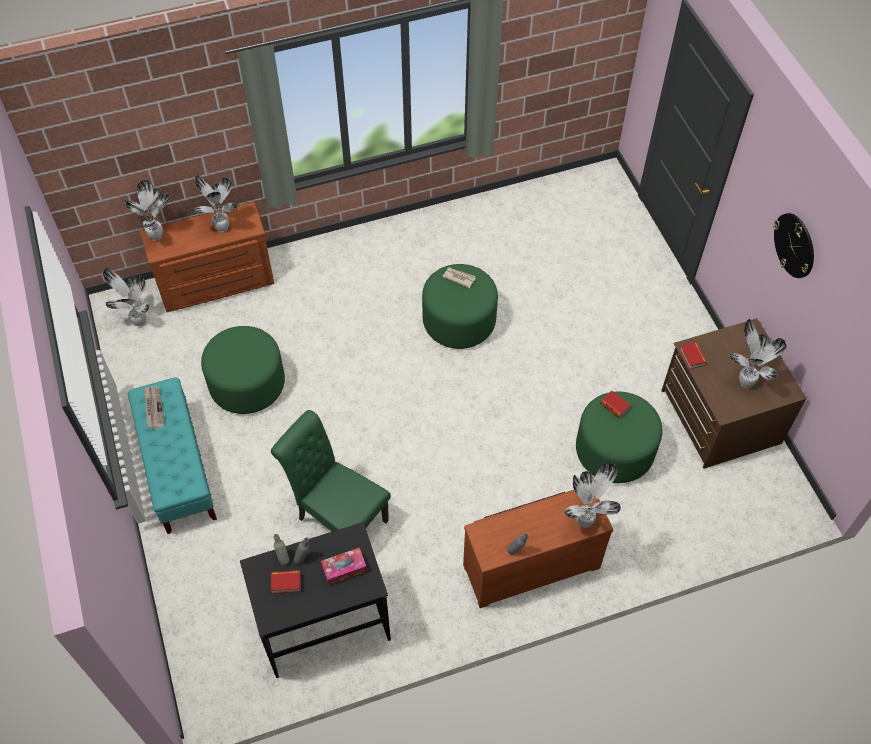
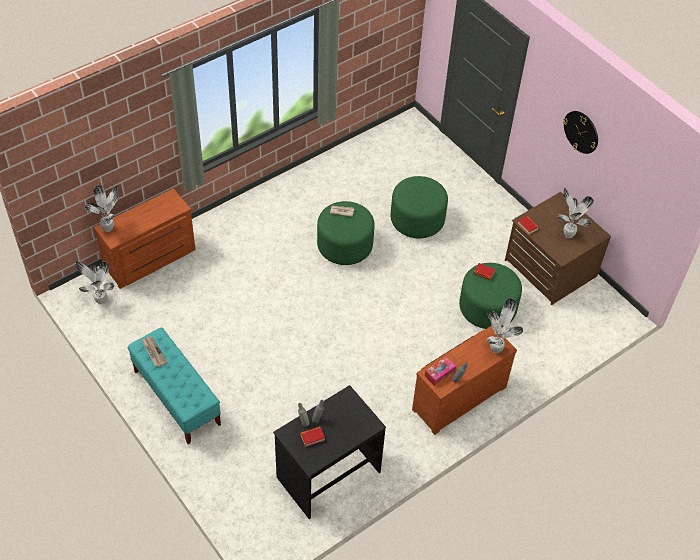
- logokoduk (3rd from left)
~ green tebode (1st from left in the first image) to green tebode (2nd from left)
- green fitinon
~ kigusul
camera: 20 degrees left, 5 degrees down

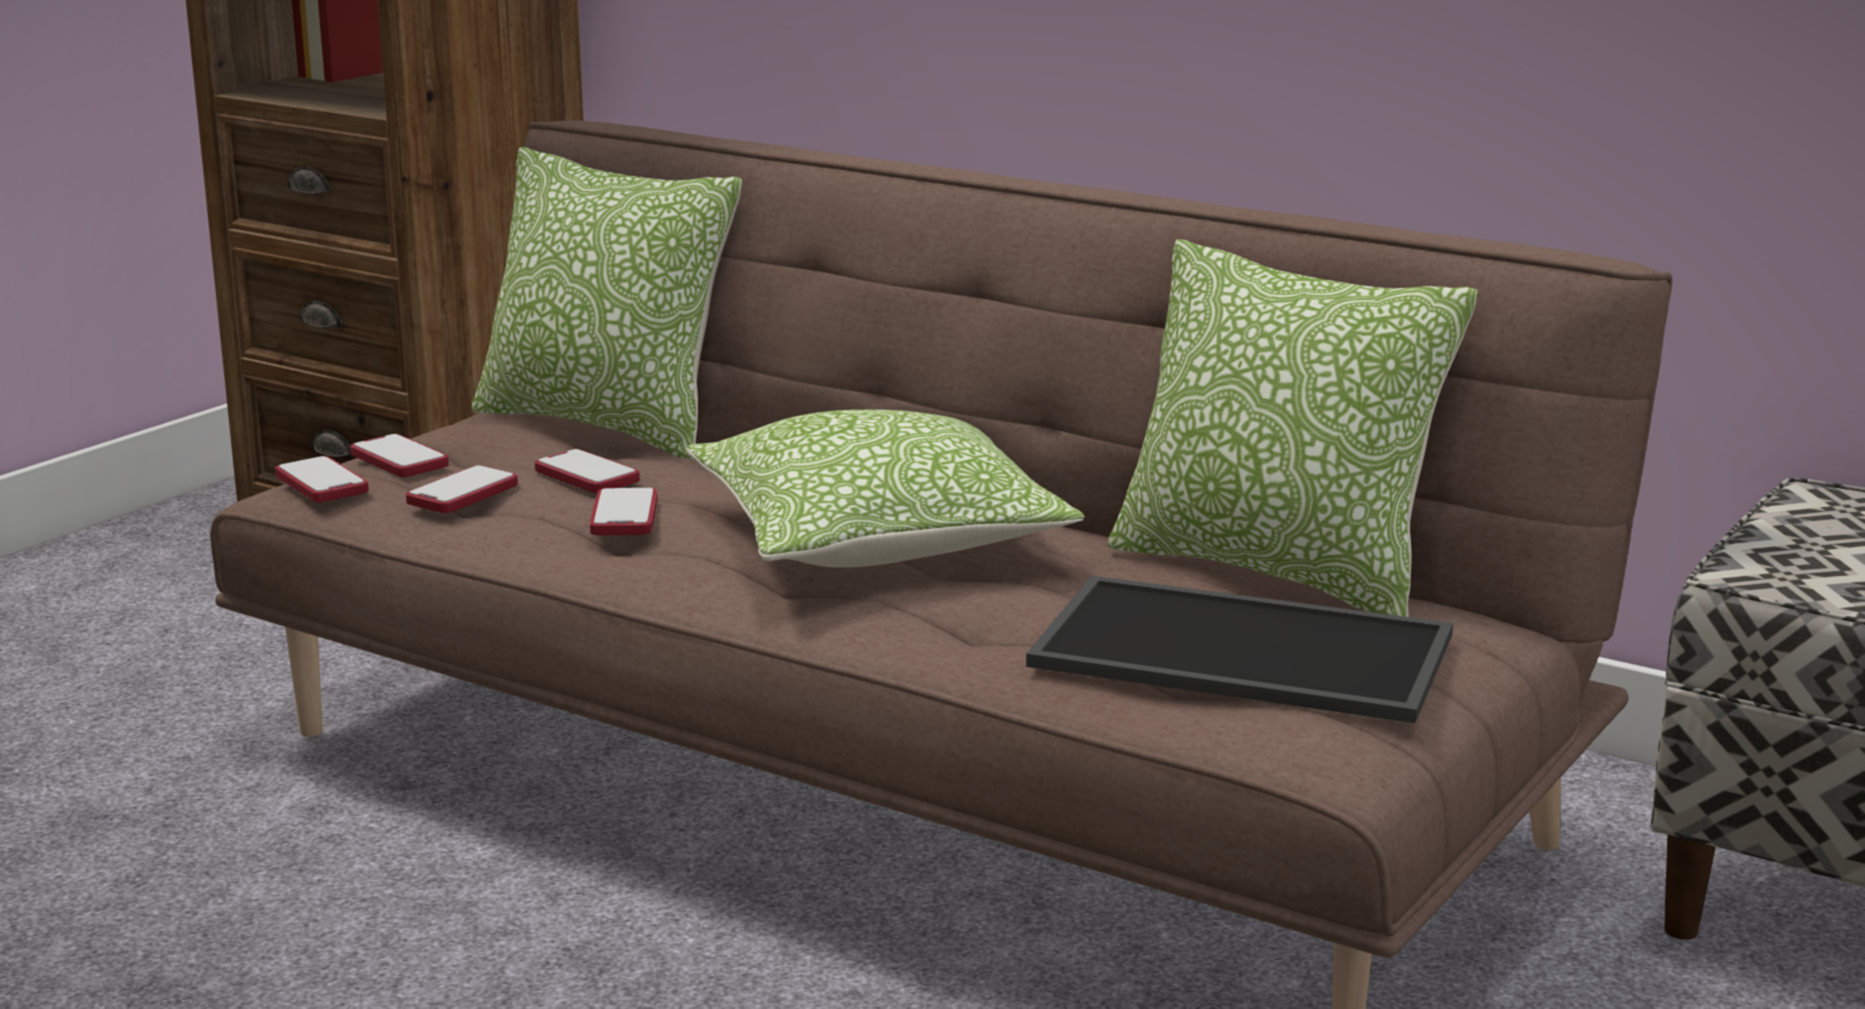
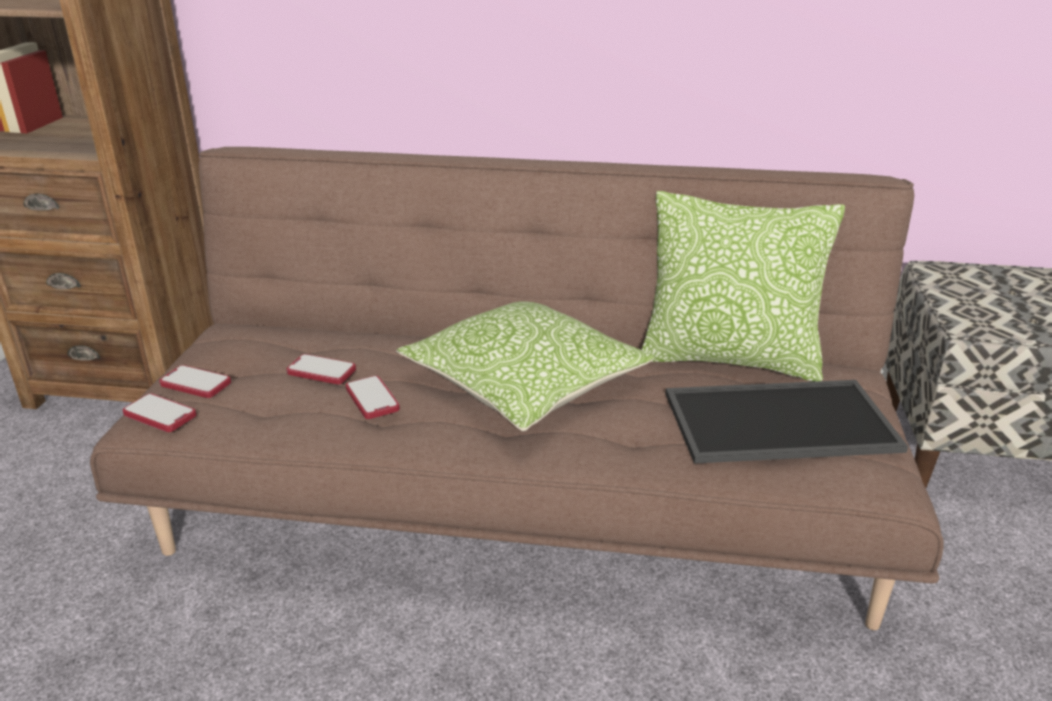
- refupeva (1st from left)
- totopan (3rd from left)
camera: 25 degrees left, 10 degrees up

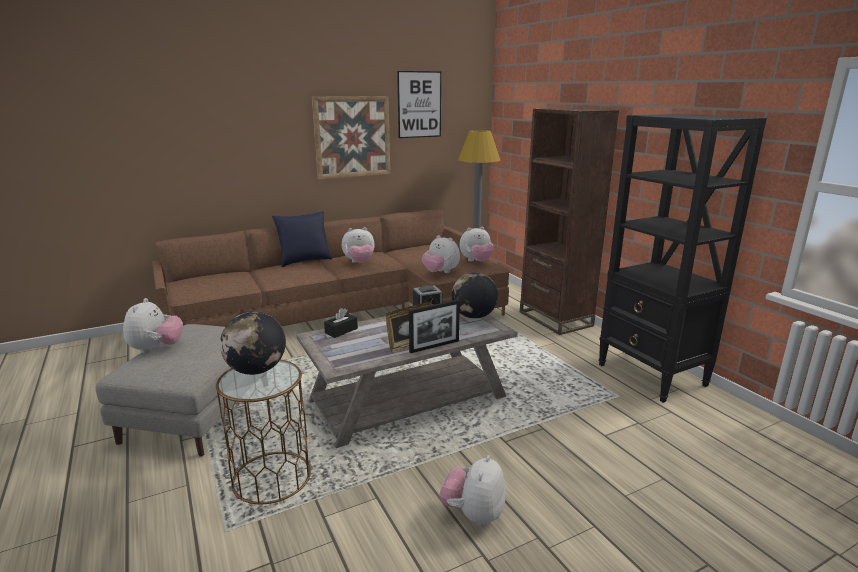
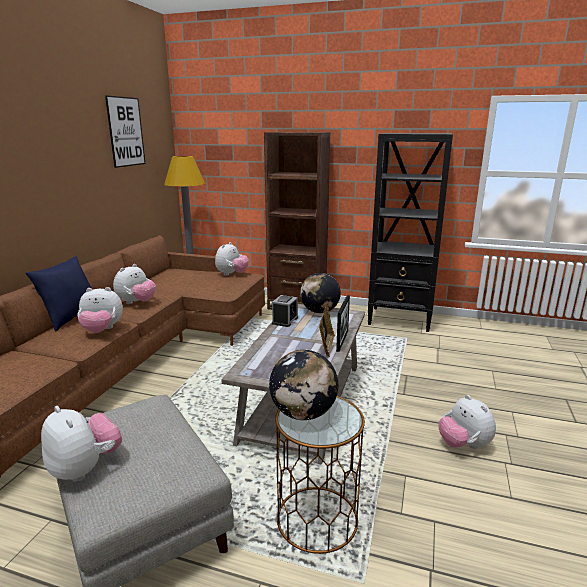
- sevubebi (1st from left)
~ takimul (3rd from left in the first image) to takimul (2nd from left)
- black kigusul
camera: 45 degrees left, 0 degrees up

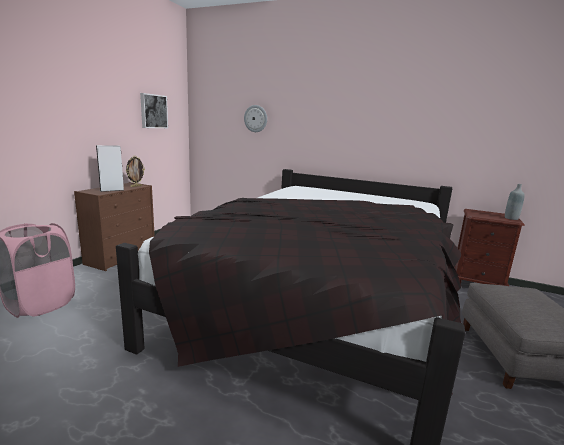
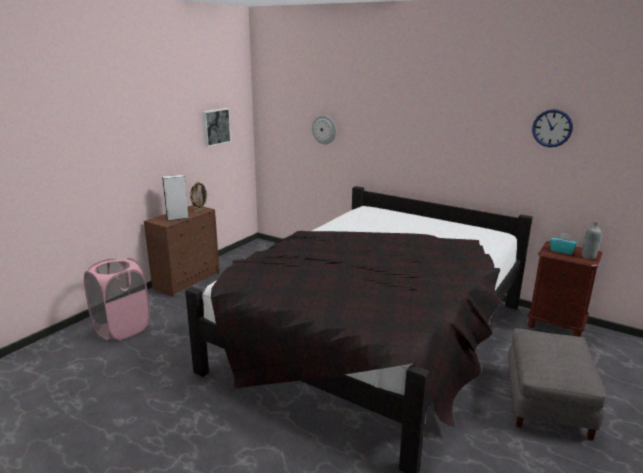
+ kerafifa (2nd from left)
+ turquoise kigusul
camera: 10 degrees right, 5 degrees up

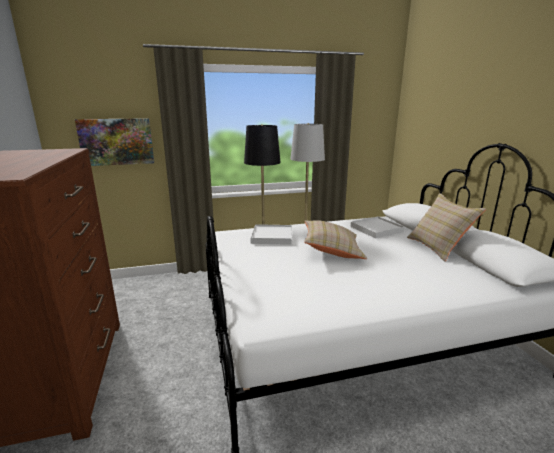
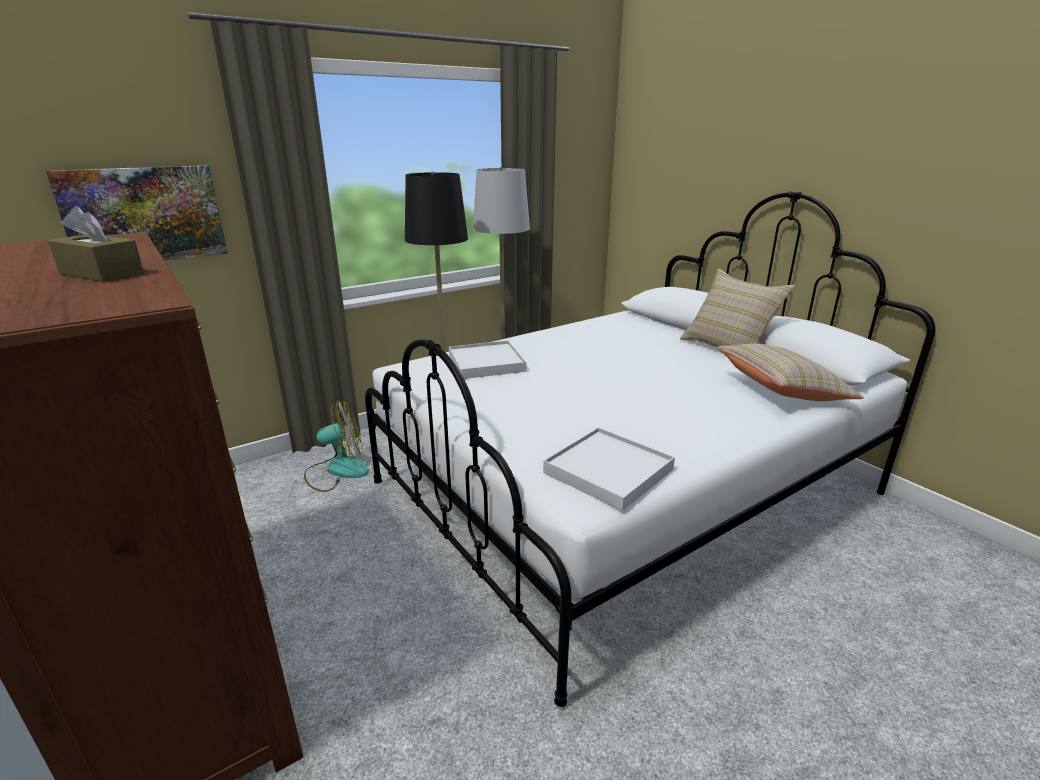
~ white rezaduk (2nd from left)
~ beige refupeva (1st from left in the first image) to beige refupeva (2nd from left)
+ brown kigusul
+ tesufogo
camera: 20 degrees left, 5 degrees up

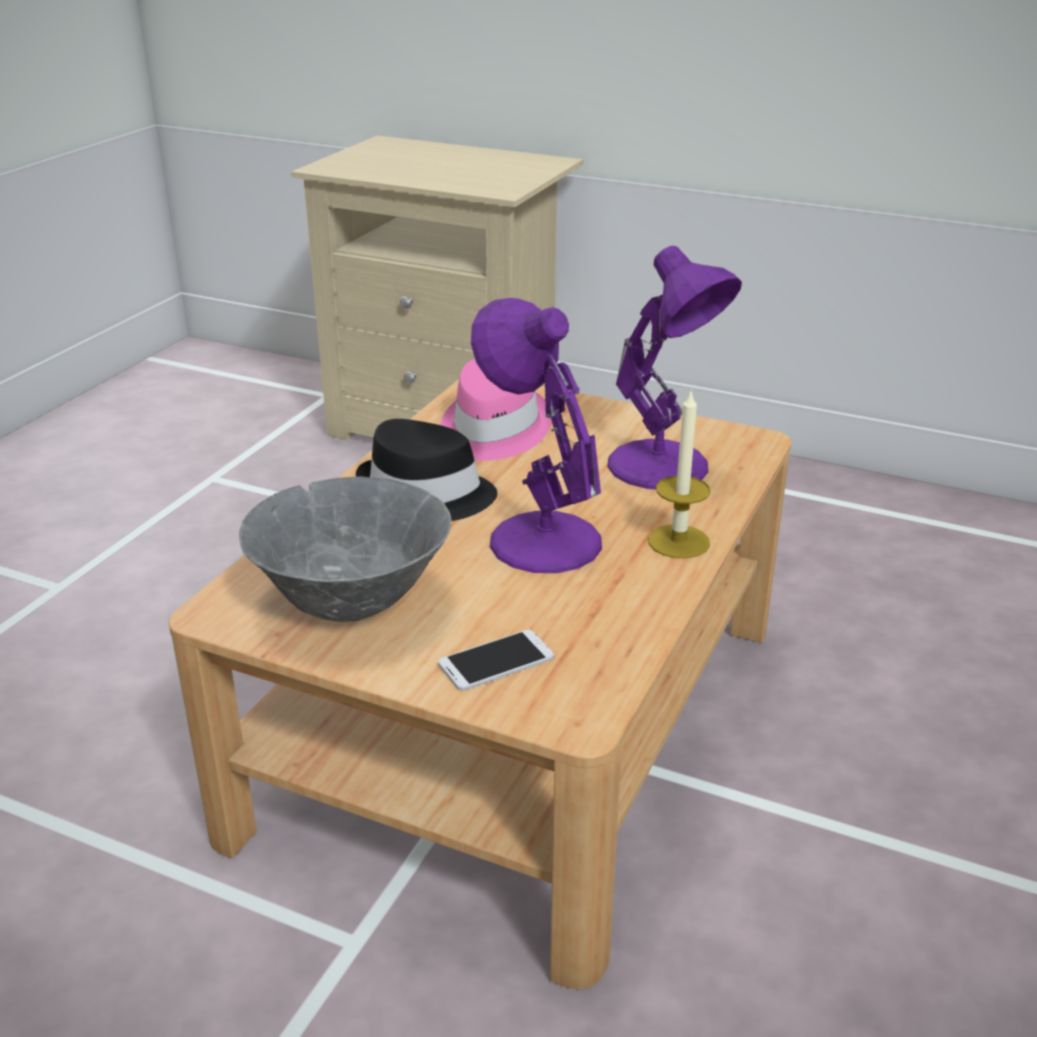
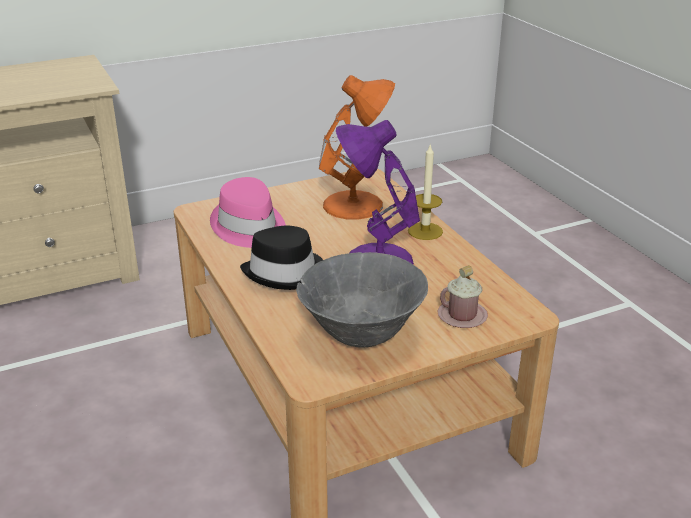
~ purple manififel (2nd from left) to orange manififel
~ totopan to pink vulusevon
camera: 50 degrees left, 0 degrees up

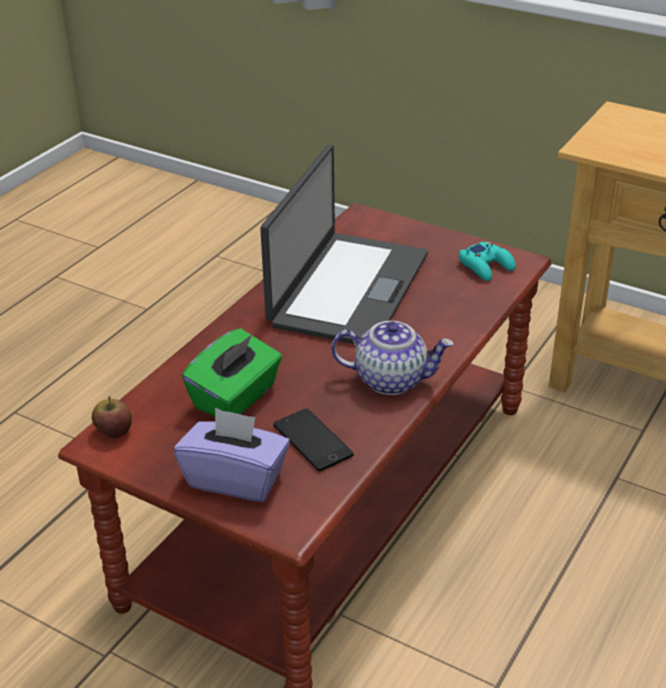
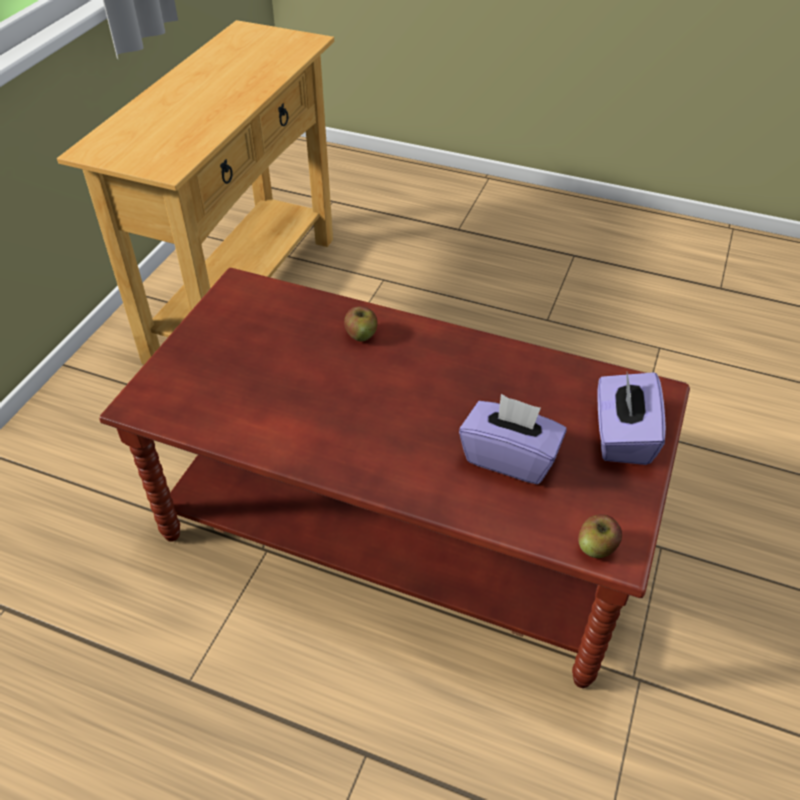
- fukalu
- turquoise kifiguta
- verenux
~ green kigusul to purple kigusul (1st from left)
- totopan
+ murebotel (1st from left)
camera: 100 degrees left, 10 degrees up

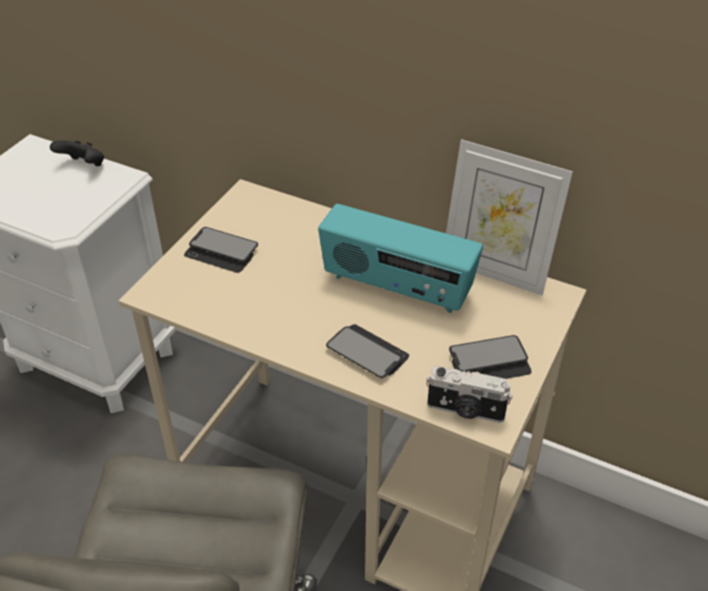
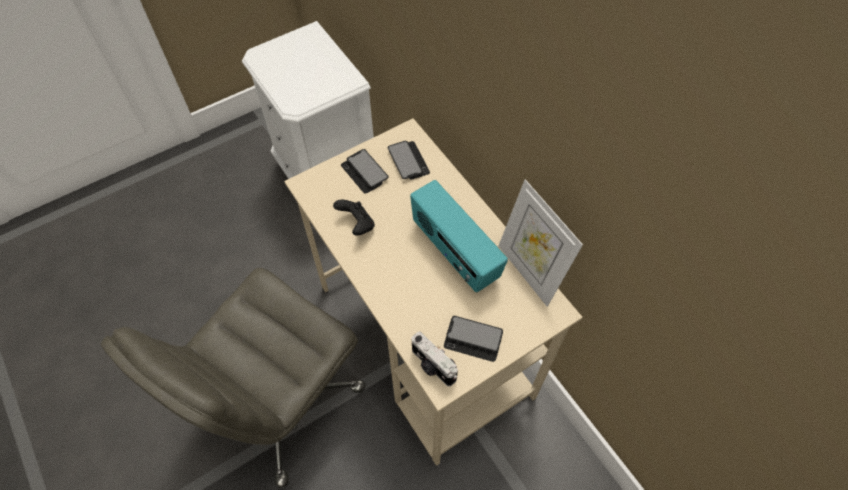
~ black kifiguta
~ totopan (2nd from left)
camera: 30 degrees right, 15 degrees up

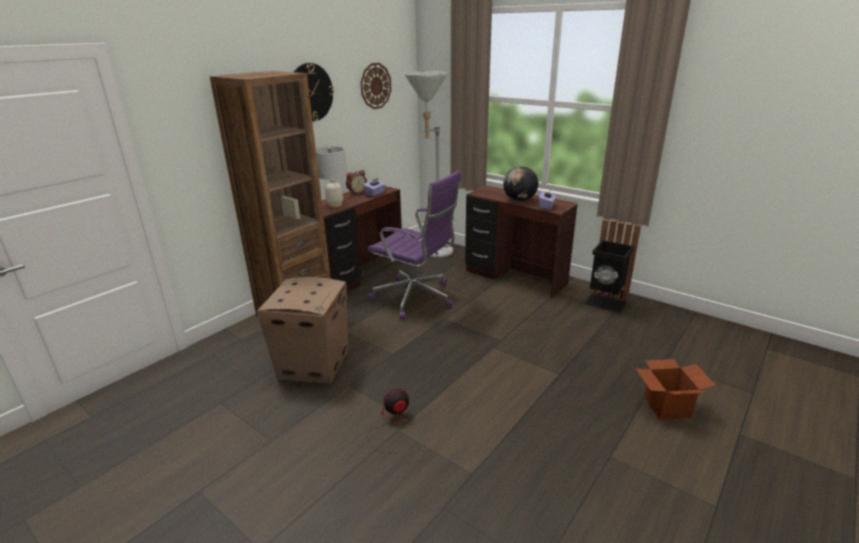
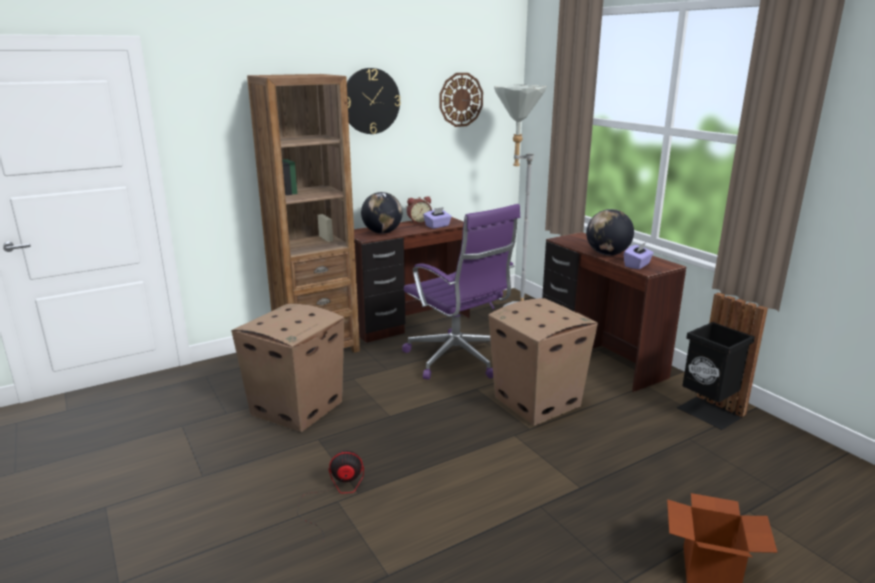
~ white manififel to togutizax (1st from left)
+ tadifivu (2nd from left)
camera: 20 degrees right, 5 degrees down

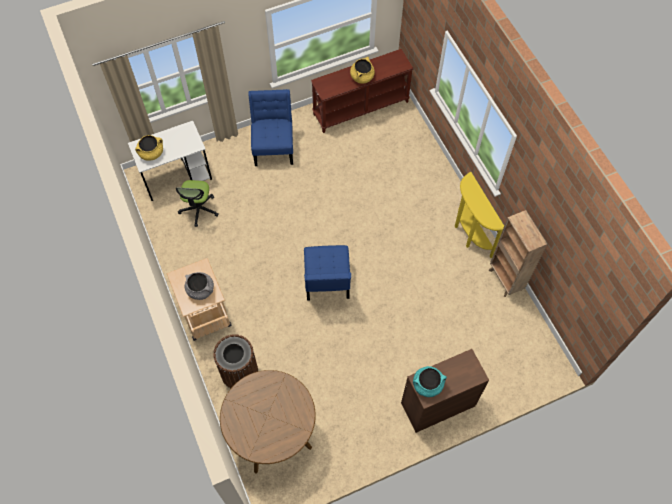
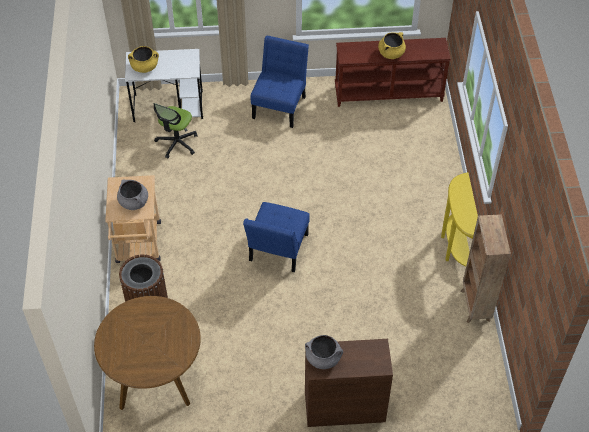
~ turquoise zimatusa to grey zimatusa (2nd from left)
camera: 20 degrees right, 10 degrees down

